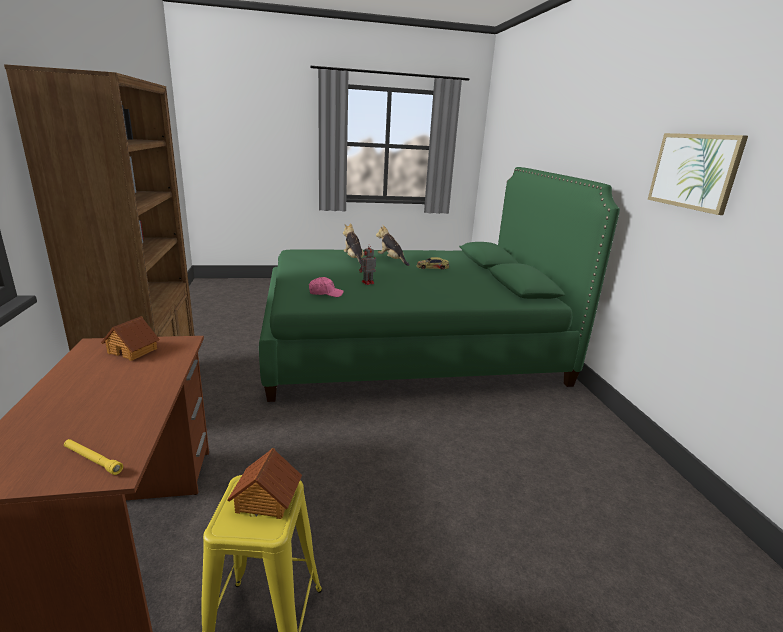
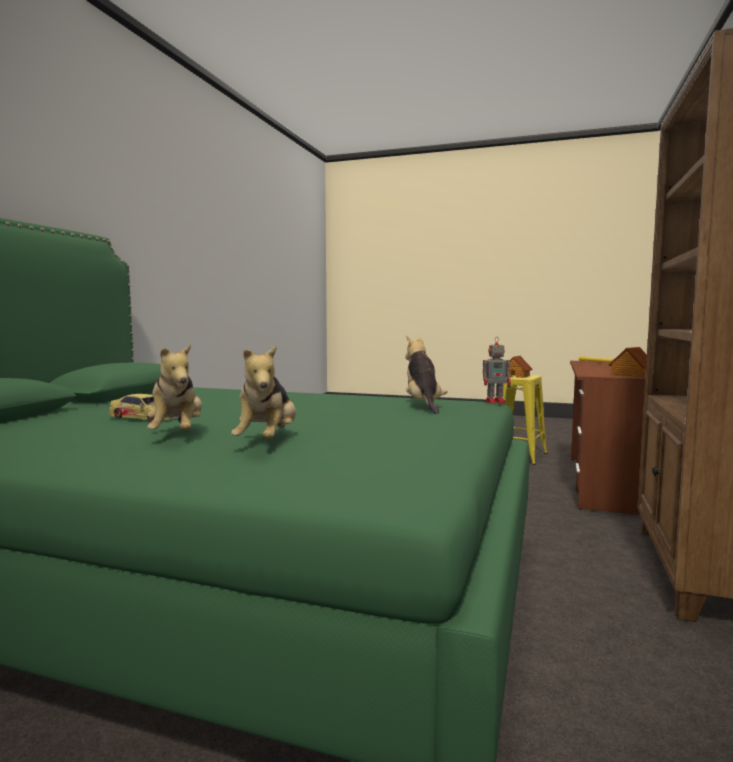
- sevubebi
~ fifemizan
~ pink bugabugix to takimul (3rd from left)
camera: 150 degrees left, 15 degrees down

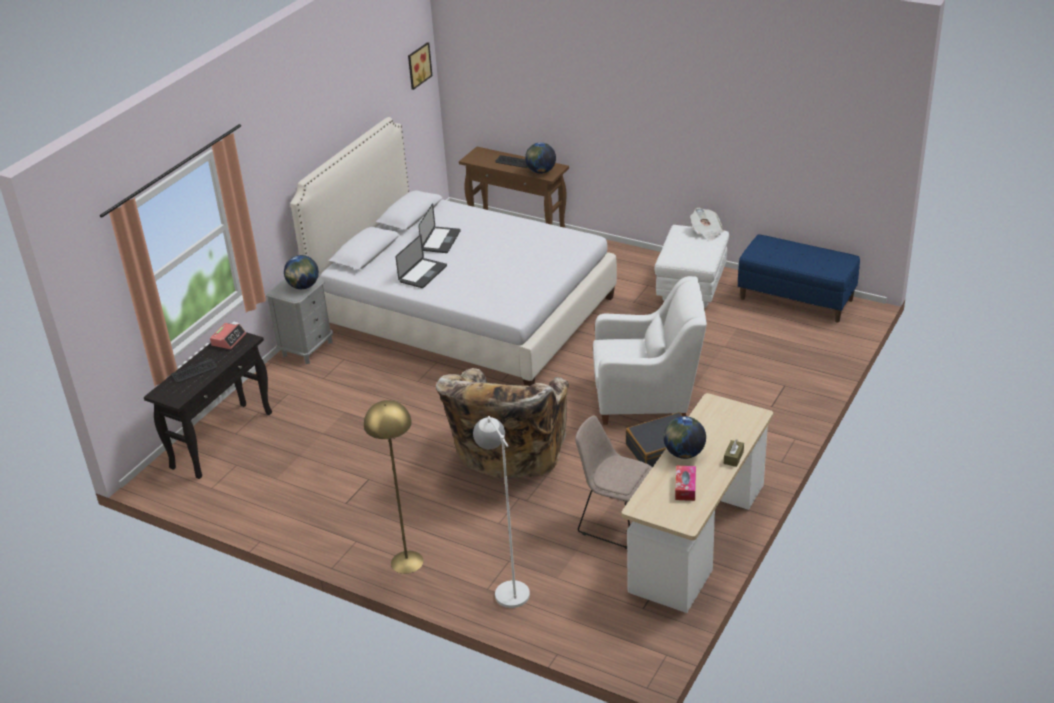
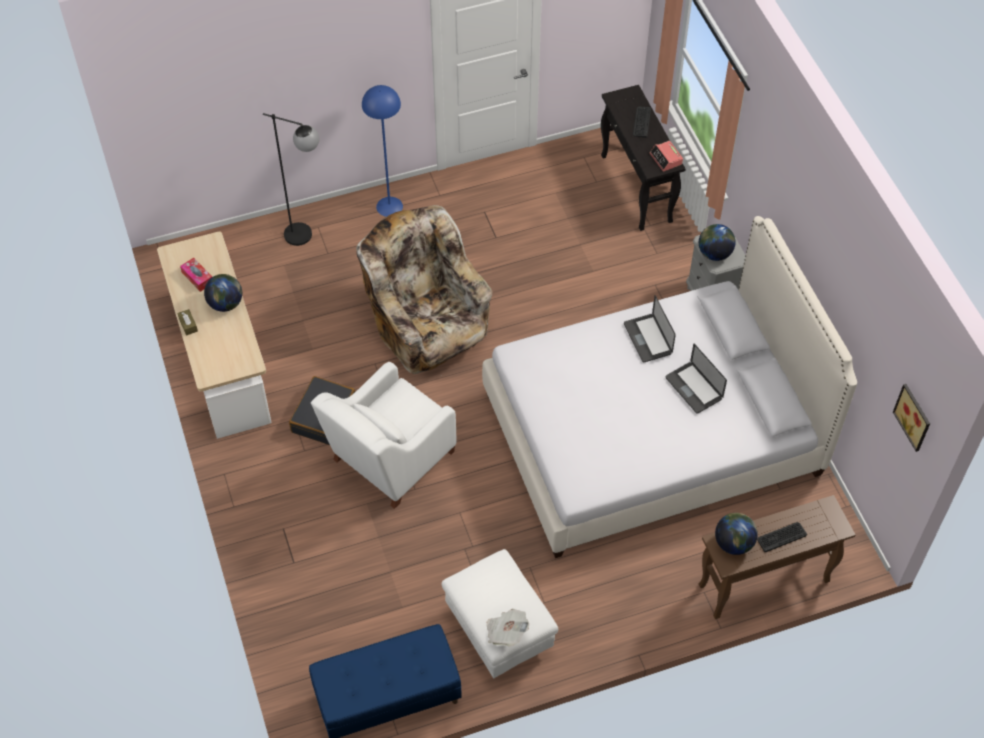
~ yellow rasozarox to blue rasozarox
- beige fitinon
~ white rasozarox to black rasozarox
camera: 130 degrees right, 20 degrees up

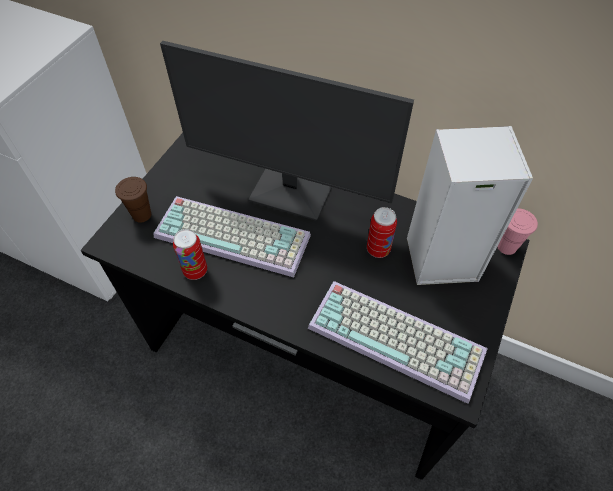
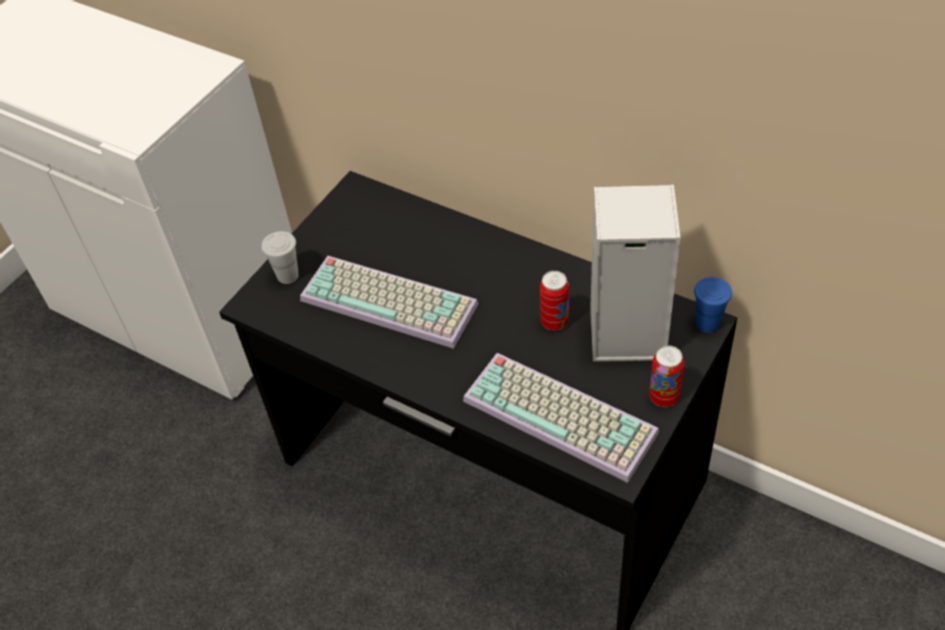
- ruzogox
~ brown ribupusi to white ribupusi
~ pink ribupusi to blue ribupusi
~ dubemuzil (1st from left in the first image) to dubemuzil (2nd from left)
camera: 10 degrees right, 5 degrees down

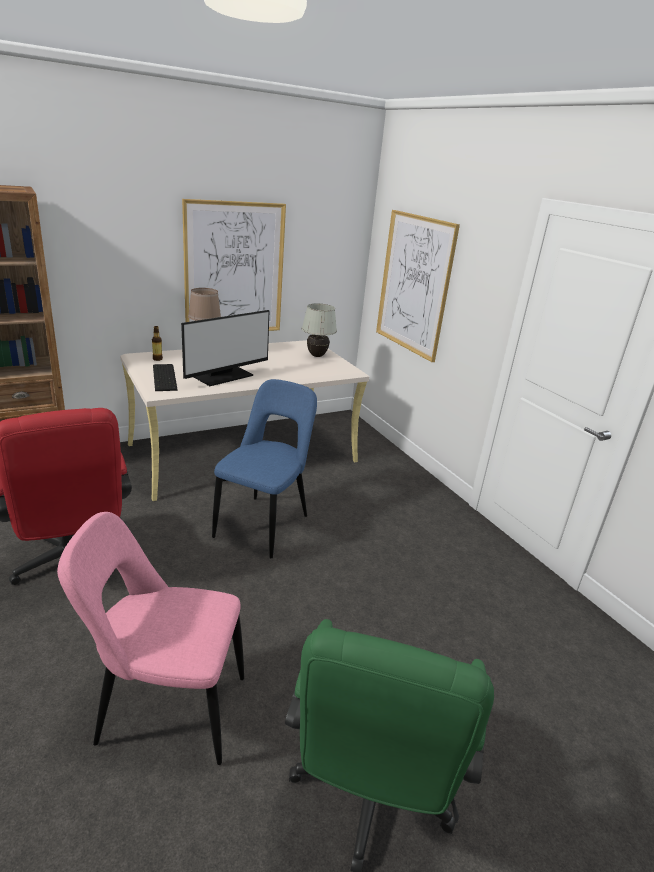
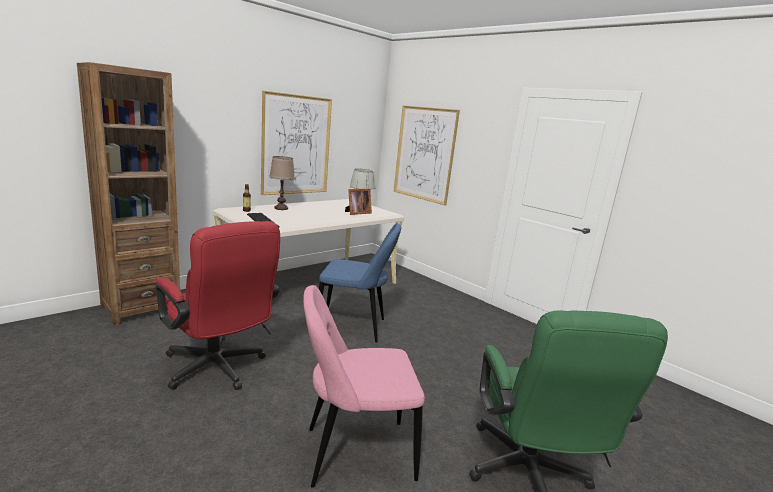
- ruzogox
~ blue fitinon 90 degrees clockwise
+ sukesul
camera: 15 degrees left, 10 degrees down

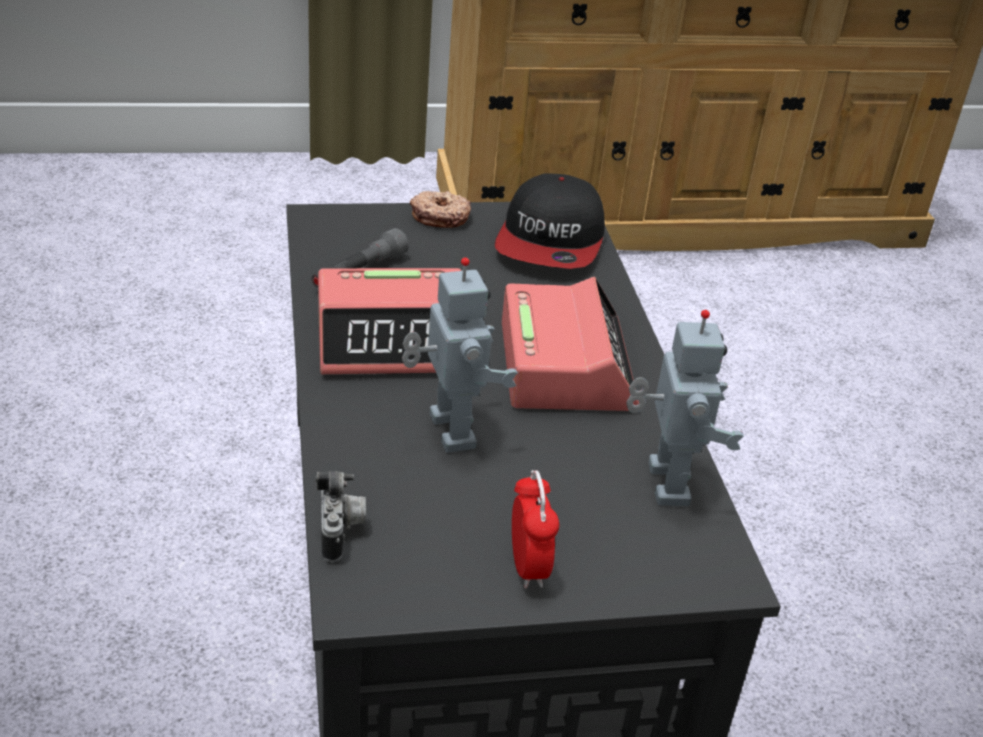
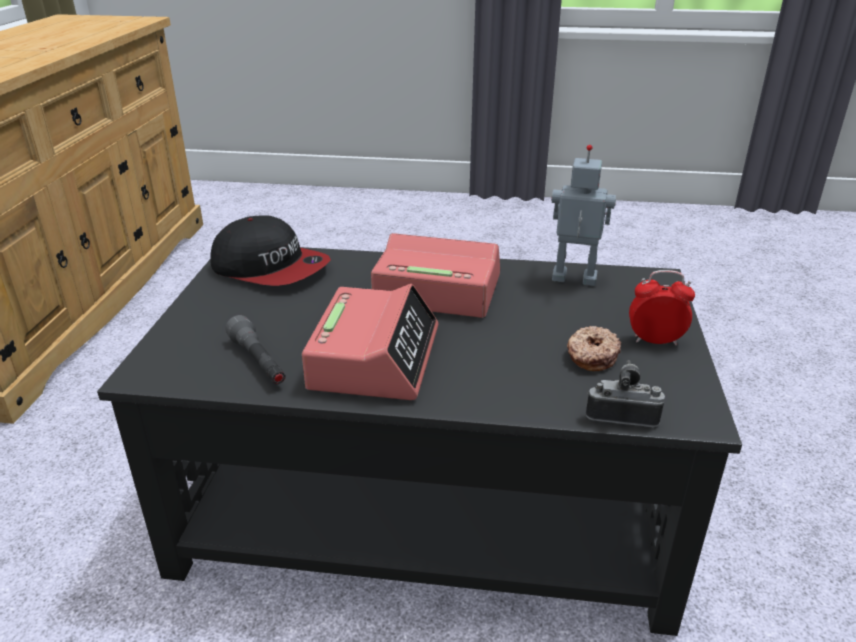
~ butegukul
- fifemizan (1st from left)
camera: 70 degrees left, 5 degrees down

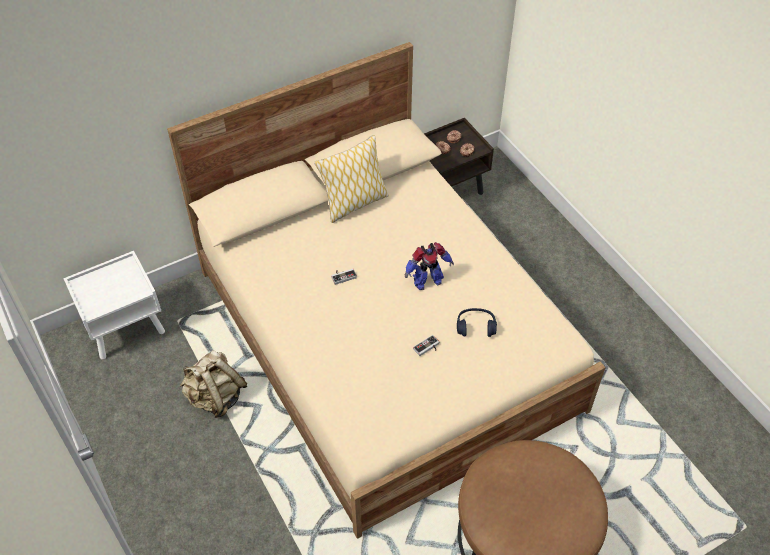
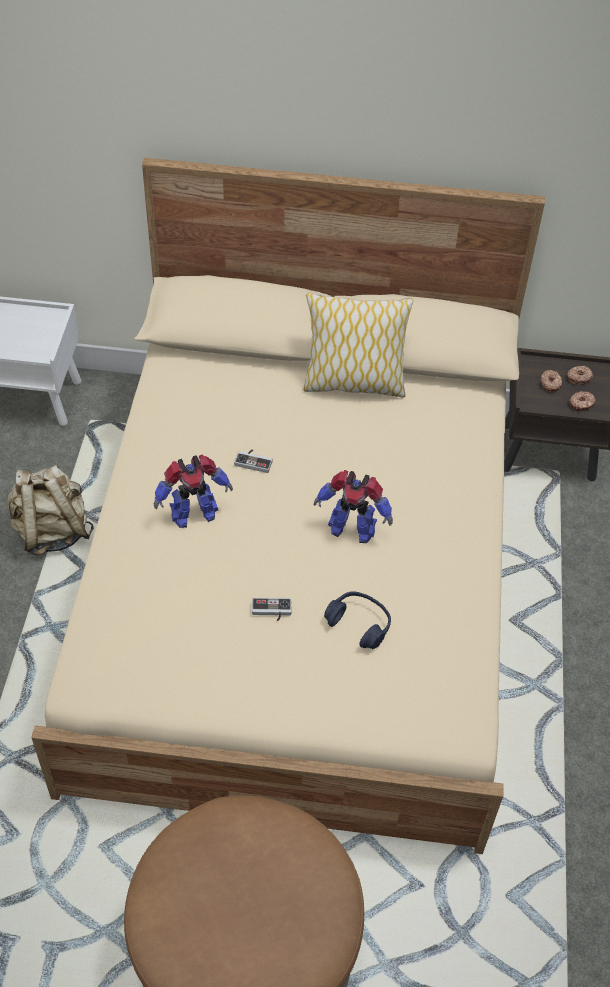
+ fifemizan (1st from left)
camera: 35 degrees right, 0 degrees up

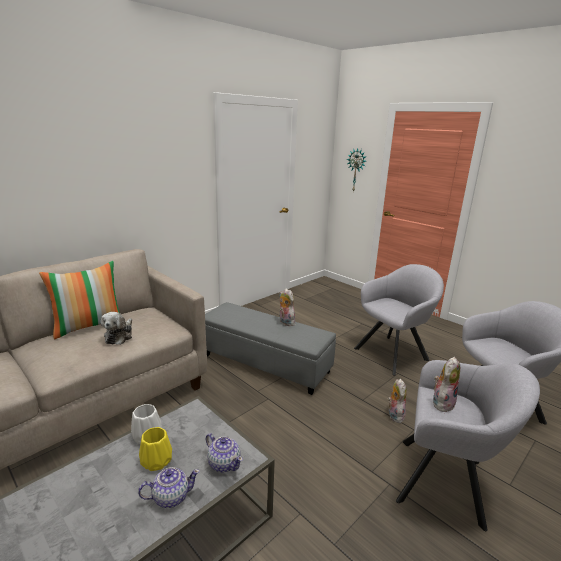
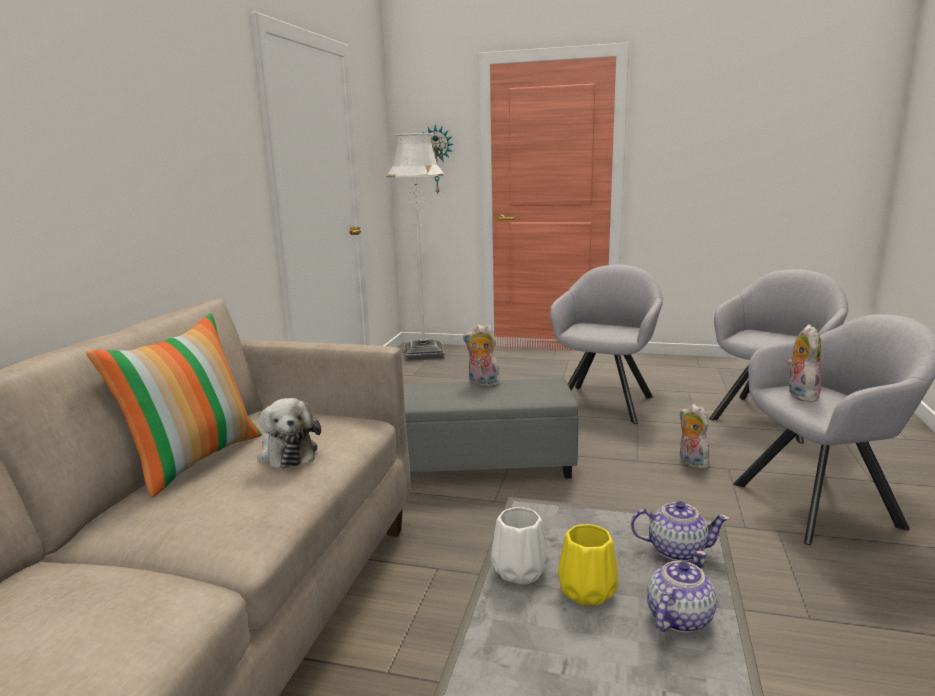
+ white rasozarox
camera: 30 degrees left, 5 degrees down

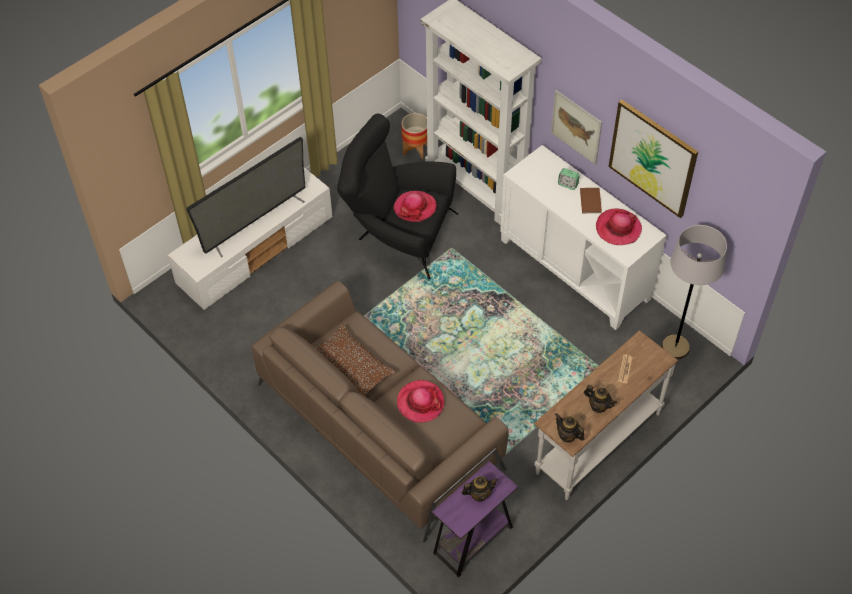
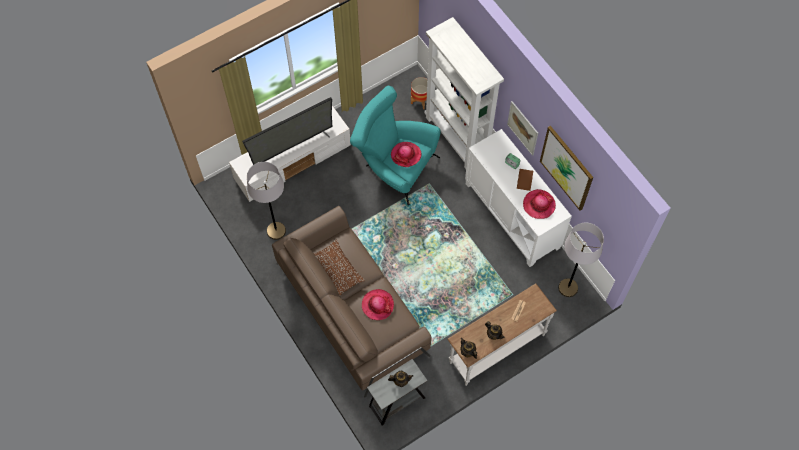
~ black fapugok to turquoise fapugok
~ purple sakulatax to grey sakulatax
+ grey rasozarox (1st from left)
camera: 10 degrees right, 10 degrees up

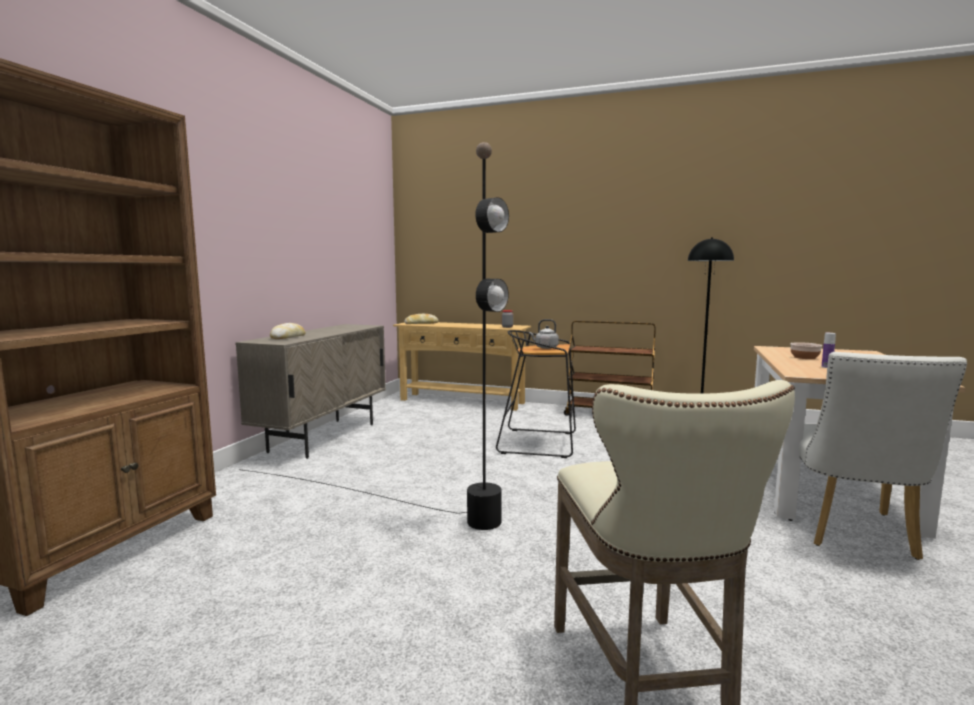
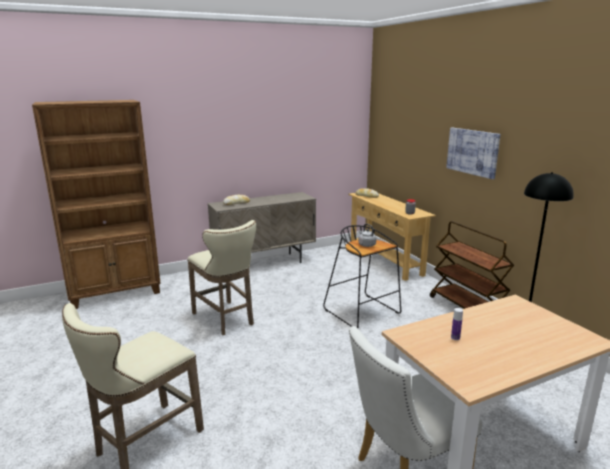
~ black rasozarox (1st from left) to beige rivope (2nd from left)
- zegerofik
+ sevubebi
camera: 45 degrees right, 10 degrees up

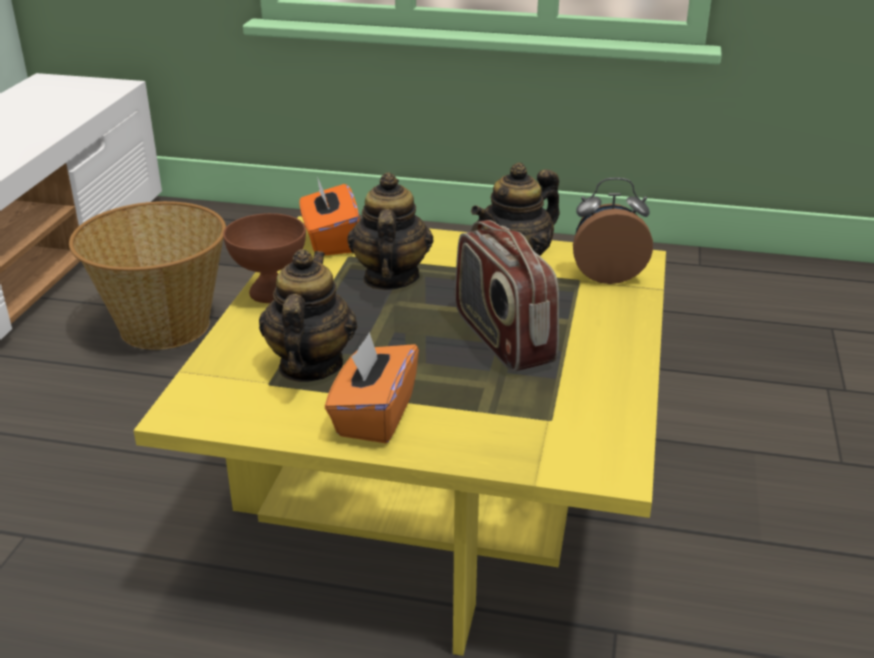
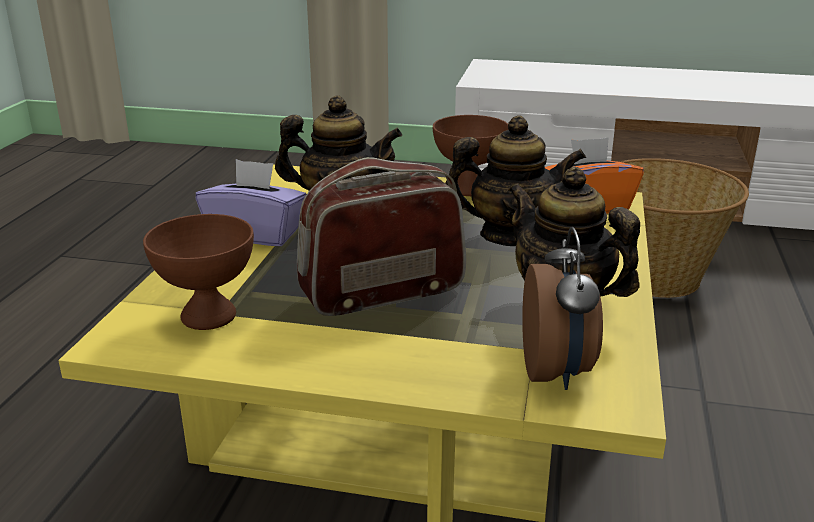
~ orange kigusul (2nd from left) to purple kigusul
+ brown zegerofik (1st from left)
camera: 90 degrees right, 5 degrees down

